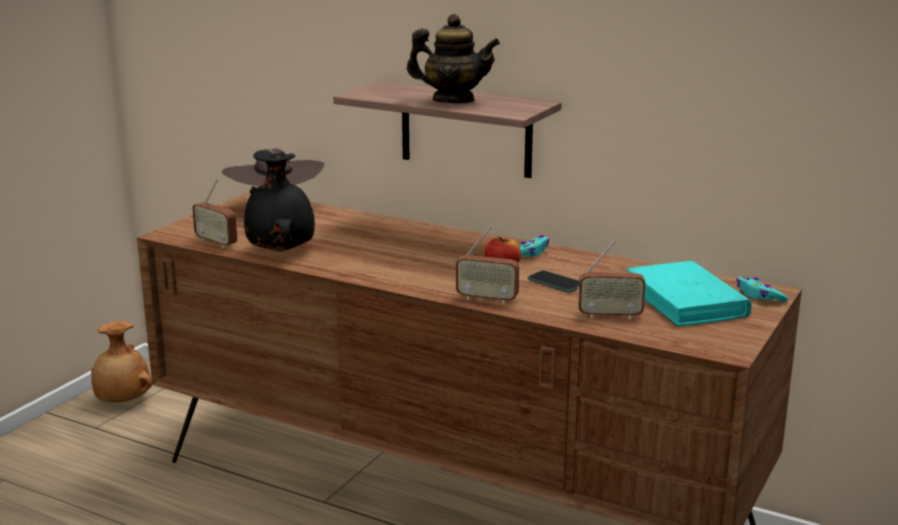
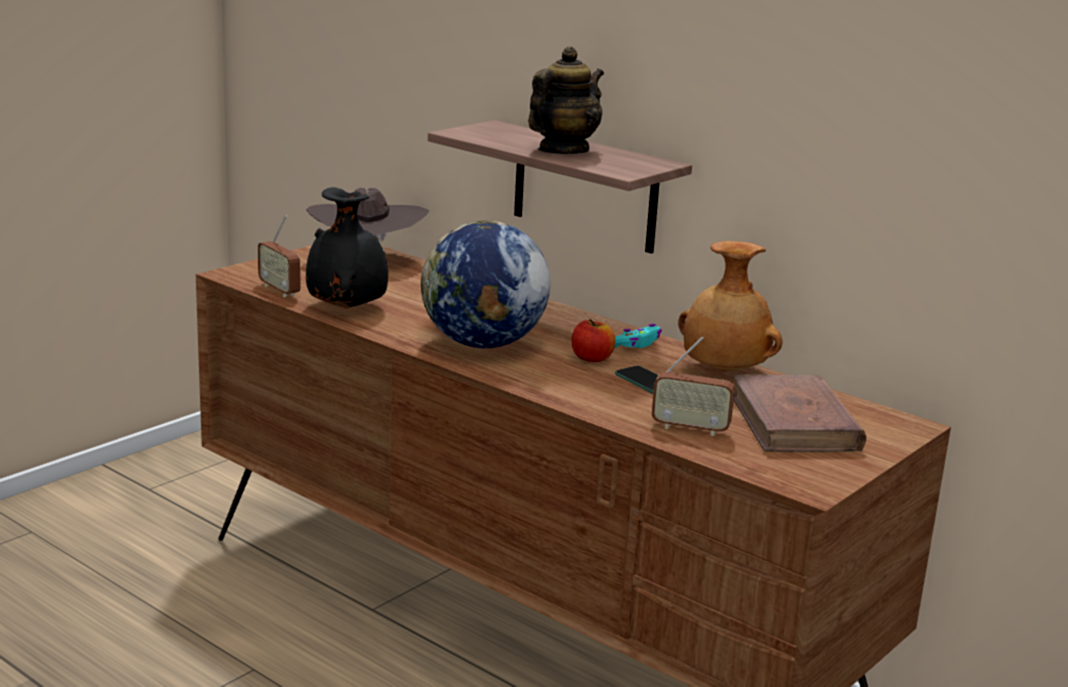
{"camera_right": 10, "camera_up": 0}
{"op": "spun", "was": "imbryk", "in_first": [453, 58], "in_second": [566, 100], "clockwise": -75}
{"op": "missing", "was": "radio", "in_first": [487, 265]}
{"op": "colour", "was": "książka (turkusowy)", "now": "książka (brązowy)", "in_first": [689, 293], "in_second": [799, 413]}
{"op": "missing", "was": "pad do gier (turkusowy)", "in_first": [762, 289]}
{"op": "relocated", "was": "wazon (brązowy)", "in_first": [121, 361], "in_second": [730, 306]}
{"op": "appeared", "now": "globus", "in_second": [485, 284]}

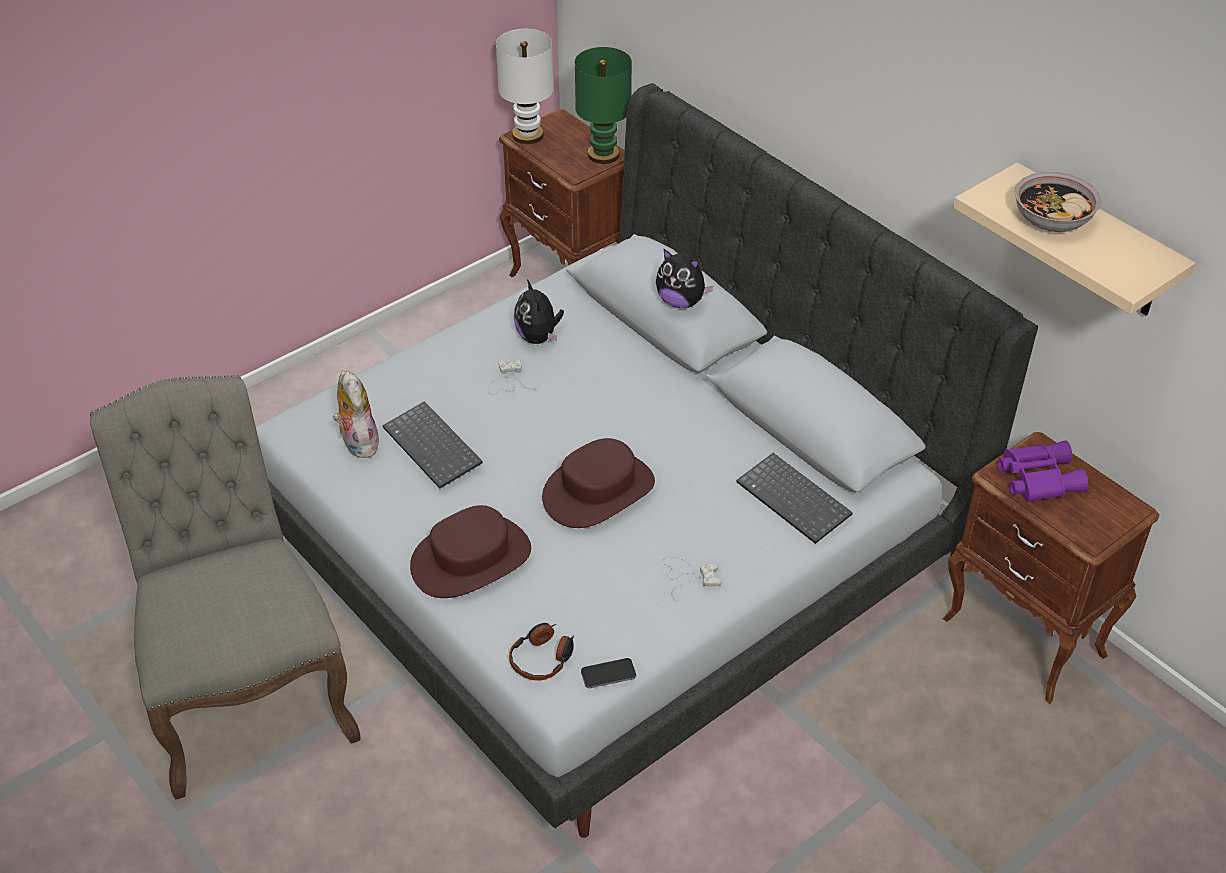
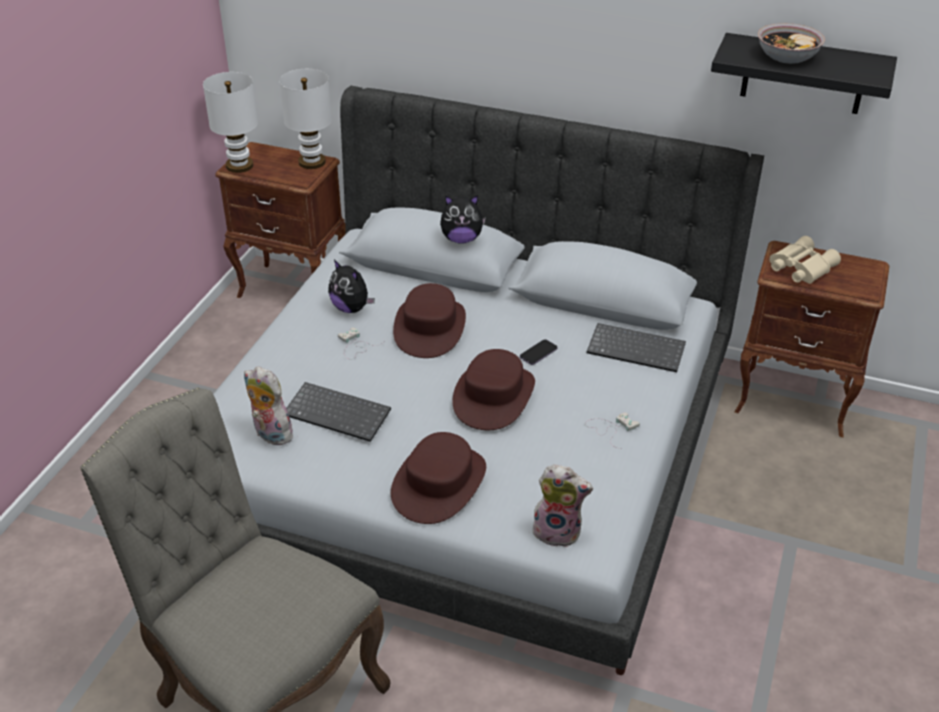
{"camera_right": -30, "camera_up": -5}
{"op": "colour", "was": "lampa stołowa (zielony)", "now": "lampa stołowa (biały)", "in_first": [603, 105], "in_second": [305, 119]}
{"op": "colour", "was": "półka (beżowy)", "now": "półka (czarny)", "in_first": [1074, 239], "in_second": [804, 73]}
{"op": "colour", "was": "lornetka (fioletowy)", "now": "lornetka (beżowy)", "in_first": [1043, 471], "in_second": [805, 260]}
{"op": "exchanged", "was": "słuchawki", "now": "pluszak", "in_first": [541, 652], "in_second": [562, 505]}
{"op": "relocated", "was": "telefon", "in_first": [608, 673], "in_second": [538, 352]}
{"op": "appeared", "now": "kapelusz (brązowy)", "in_second": [429, 320]}

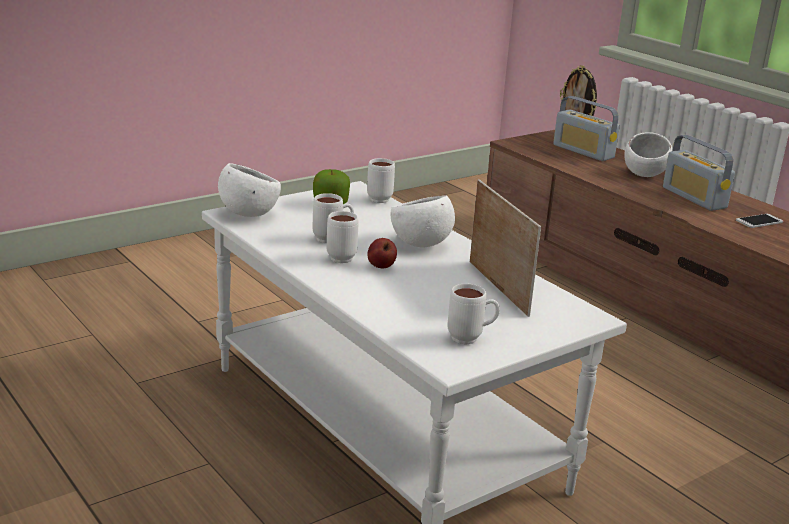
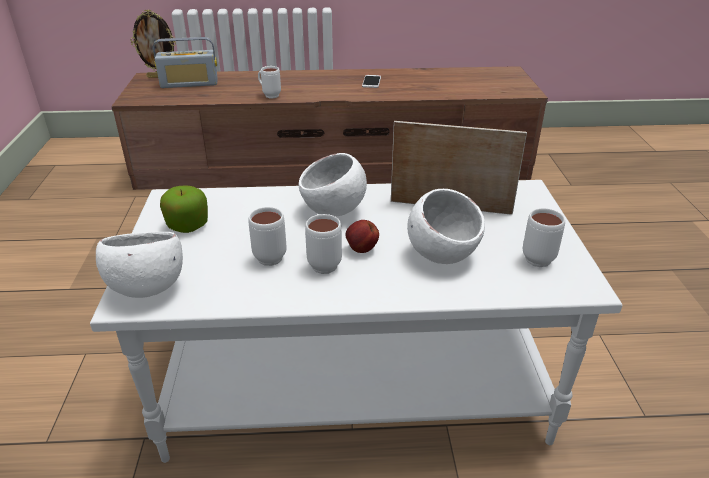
{"camera_right": -55, "camera_up": 10}
{"op": "relocated", "was": "miska (biały)", "in_first": [649, 154], "in_second": [446, 226]}
{"op": "missing", "was": "radio", "in_first": [699, 173]}
{"op": "relocated", "was": "kubek (biały)", "in_first": [381, 180], "in_second": [269, 82]}

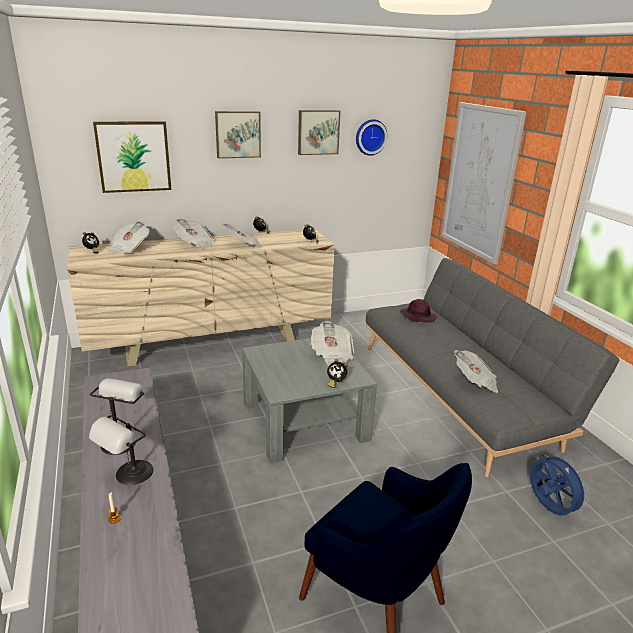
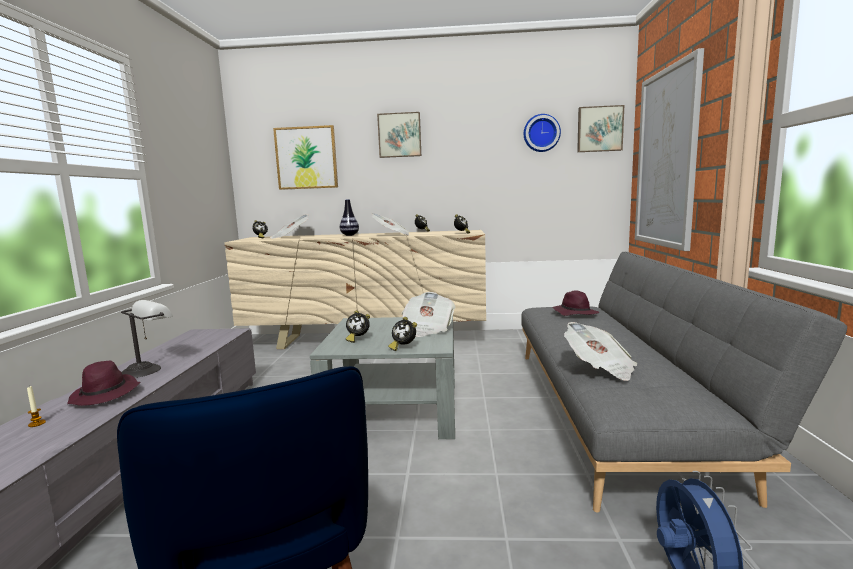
{"camera_right": 25, "camera_up": -15}
{"op": "relocated", "was": "obraz", "in_first": [319, 132], "in_second": [600, 128]}
{"op": "exchanged", "was": "gazeta", "now": "wazon", "in_first": [194, 234], "in_second": [349, 217]}
{"op": "exchanged", "was": "lampa stołowa", "now": "kapelusz (fioletowy)", "in_first": [121, 450], "in_second": [104, 383]}
{"op": "appeared", "now": "budzik", "in_second": [358, 326]}

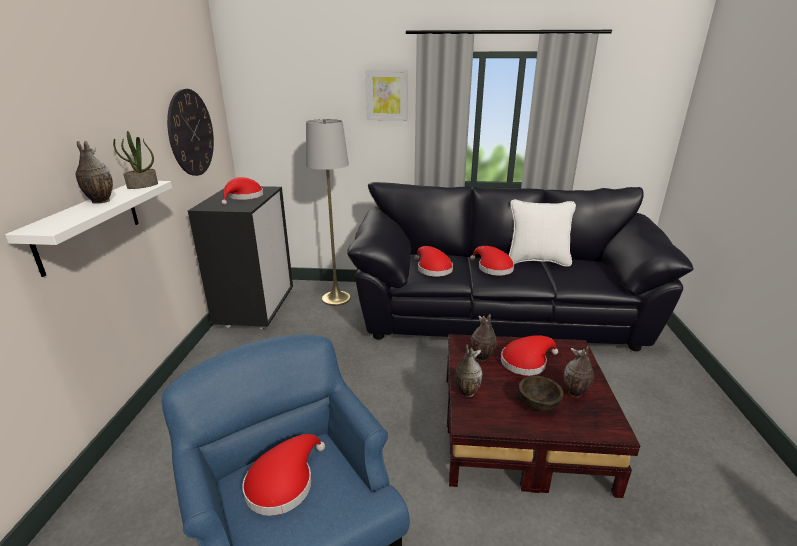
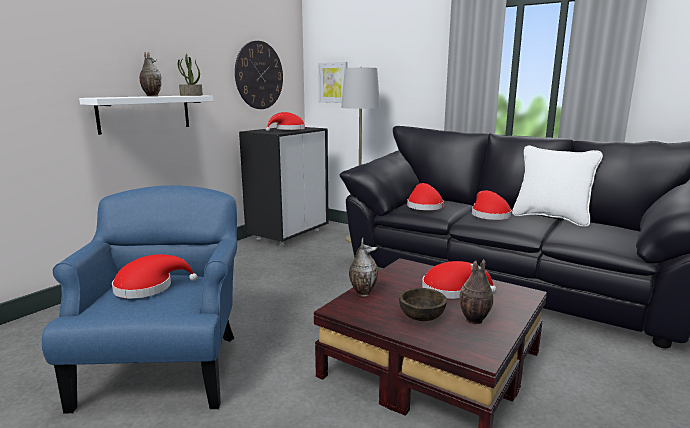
{"camera_right": 30, "camera_up": -10}
{"op": "relocated", "was": "obraz", "in_first": [386, 95], "in_second": [332, 82]}
{"op": "missing", "was": "wazon", "in_first": [484, 337]}

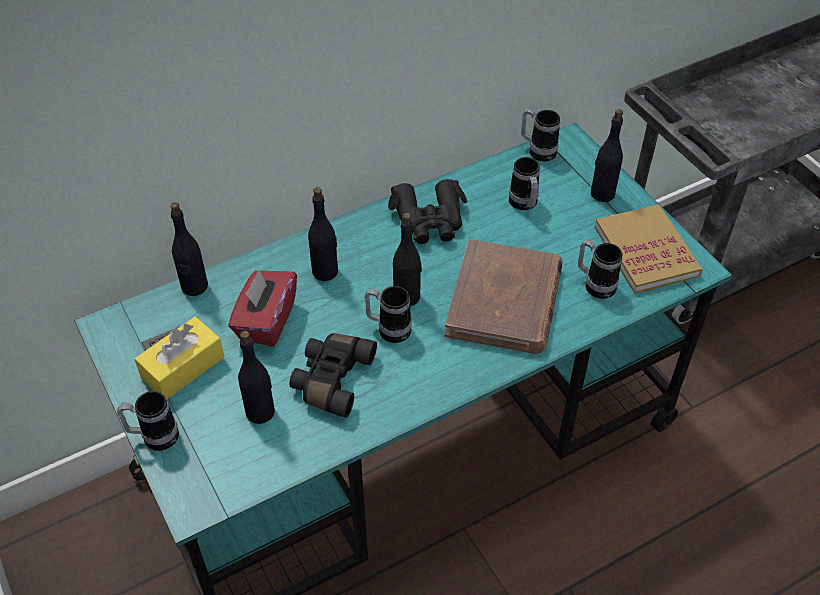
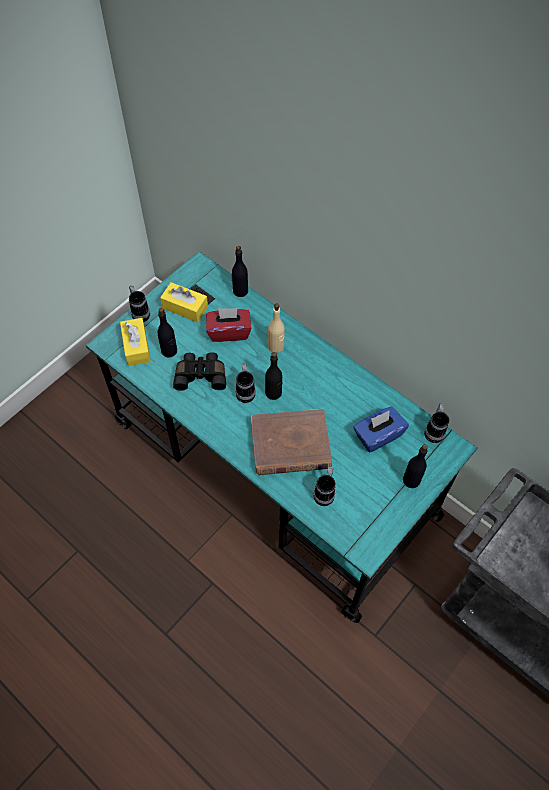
{"camera_right": 70, "camera_up": 10}
{"op": "exchanged", "was": "kubek", "now": "pudełko chusteczek (niebieski)", "in_first": [524, 183], "in_second": [381, 429]}
{"op": "missing", "was": "lornetka (czarny)", "in_first": [427, 211]}
{"op": "colour", "was": "butelka (czarny)", "now": "butelka (beżowy)", "in_first": [323, 234], "in_second": [276, 328]}
{"op": "missing", "was": "książka", "in_first": [648, 249]}
{"op": "appeared", "now": "pudełko chusteczek (żółty)", "in_second": [135, 342]}

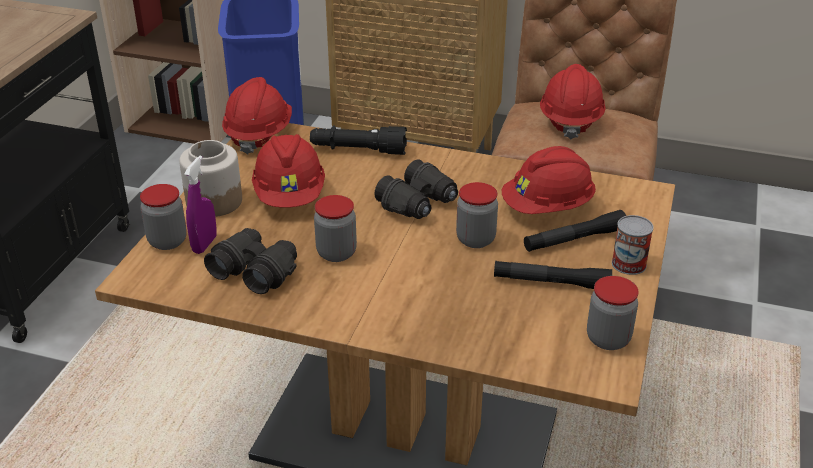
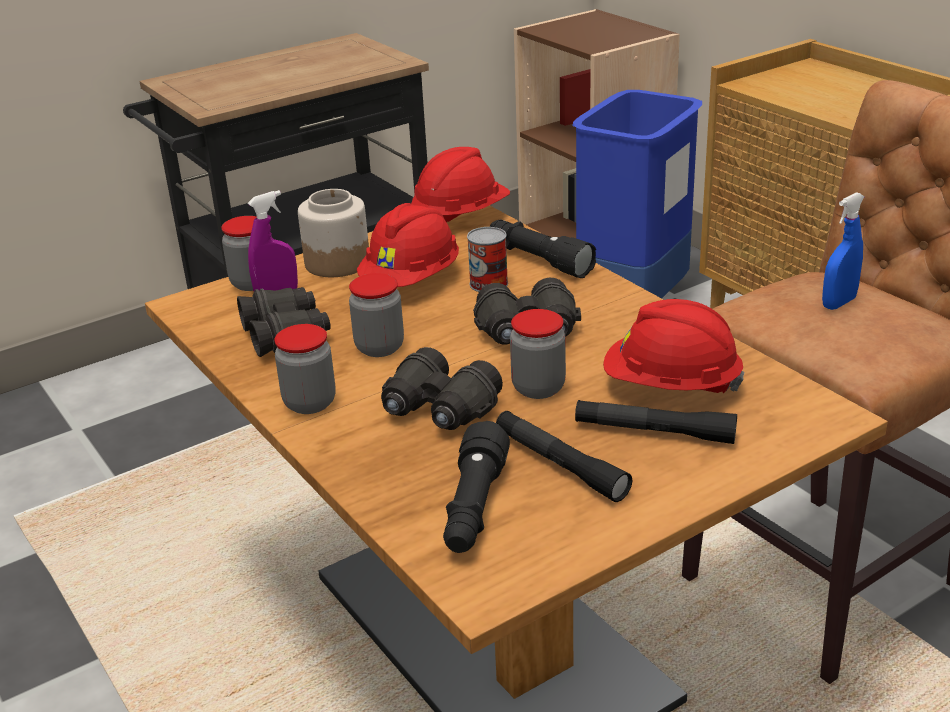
{"camera_right": 40, "camera_up": -5}
{"op": "exchanged", "was": "kask (czerwony)", "now": "spryskiwacz (niebieski)", "in_first": [573, 102], "in_second": [843, 251]}
{"op": "relocated", "was": "puszka", "in_first": [633, 245], "in_second": [487, 259]}
{"op": "relocated", "was": "słoik", "in_first": [613, 313], "in_second": [305, 369]}
{"op": "appeared", "now": "lornetka (czarny)", "in_second": [442, 388]}
{"op": "appeared", "now": "latarka (czarny)", "in_second": [476, 487]}

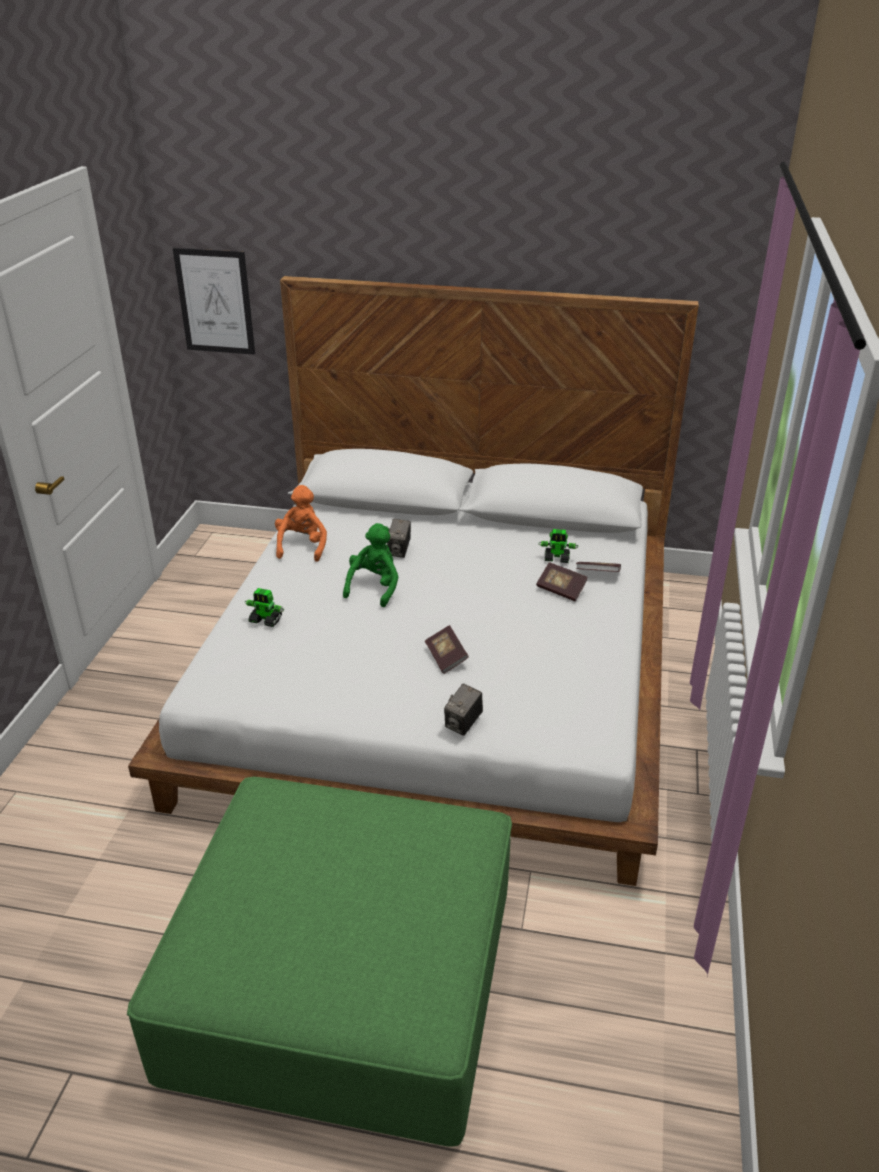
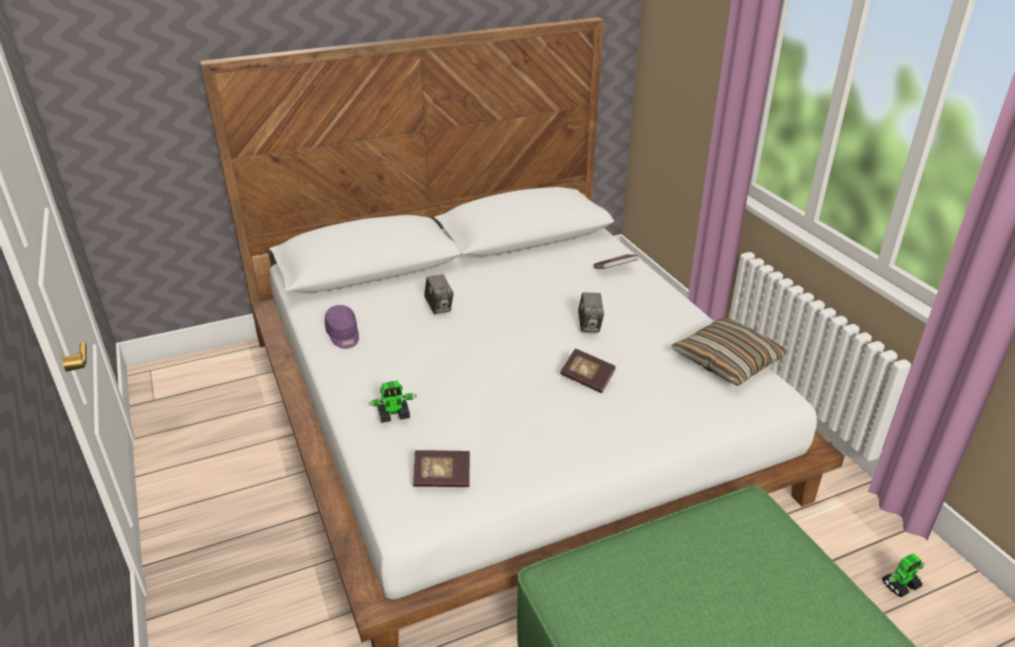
{"camera_right": -35, "camera_up": 0}
{"op": "missing", "was": "obraz", "in_first": [214, 301]}
{"op": "exchanged", "was": "pluszak (pomarańczowy)", "now": "czapka z daszkiem (fioletowy)", "in_first": [301, 523], "in_second": [342, 327]}
{"op": "missing", "was": "pluszak (zielony)", "in_first": [371, 565]}
{"op": "relocated", "was": "robot zabawkowy", "in_first": [558, 546], "in_second": [903, 575]}
{"op": "relocated", "was": "książka", "in_first": [561, 581], "in_second": [441, 468]}
{"op": "relocated", "was": "aparat fotograficzny", "in_first": [463, 709], "in_second": [591, 312]}
{"op": "appeared", "now": "poduszka", "in_second": [730, 351]}

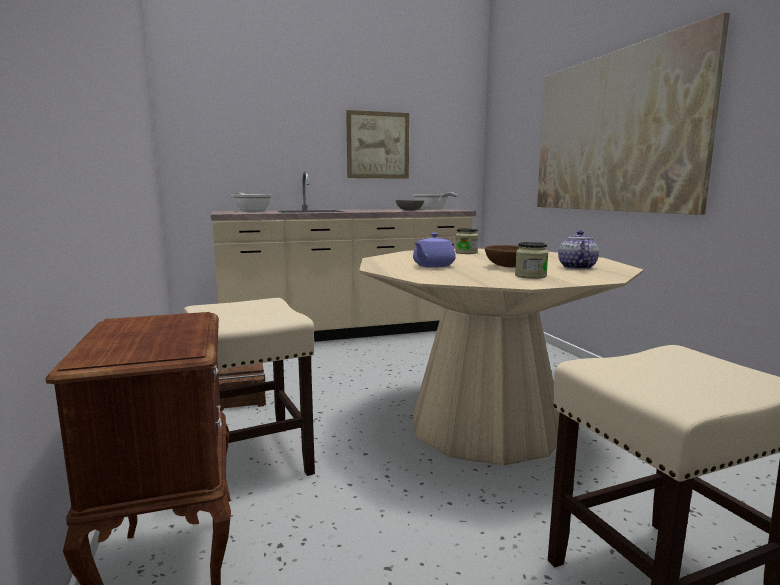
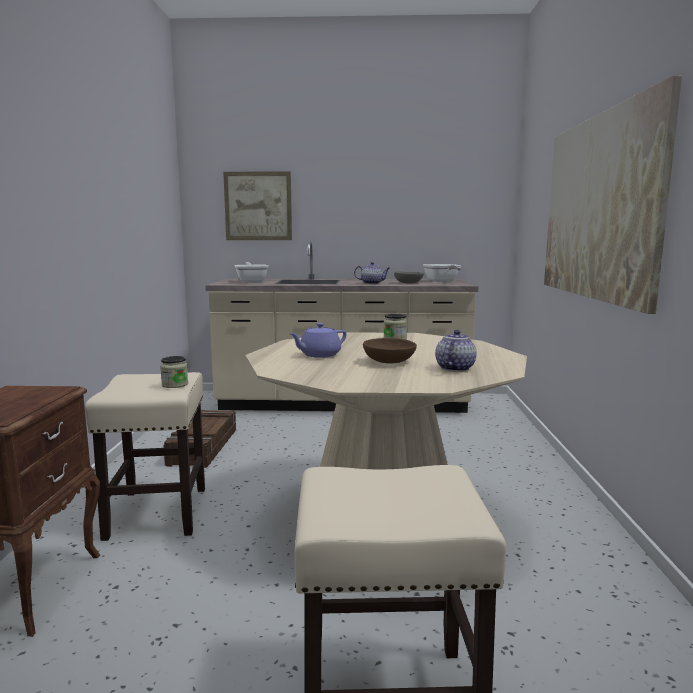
{"camera_right": 20, "camera_up": 0}
{"op": "relocated", "was": "obraz", "in_first": [377, 144], "in_second": [257, 205]}
{"op": "relocated", "was": "słoik", "in_first": [531, 260], "in_second": [174, 372]}
{"op": "appeared", "now": "imbryk", "in_second": [372, 273]}

